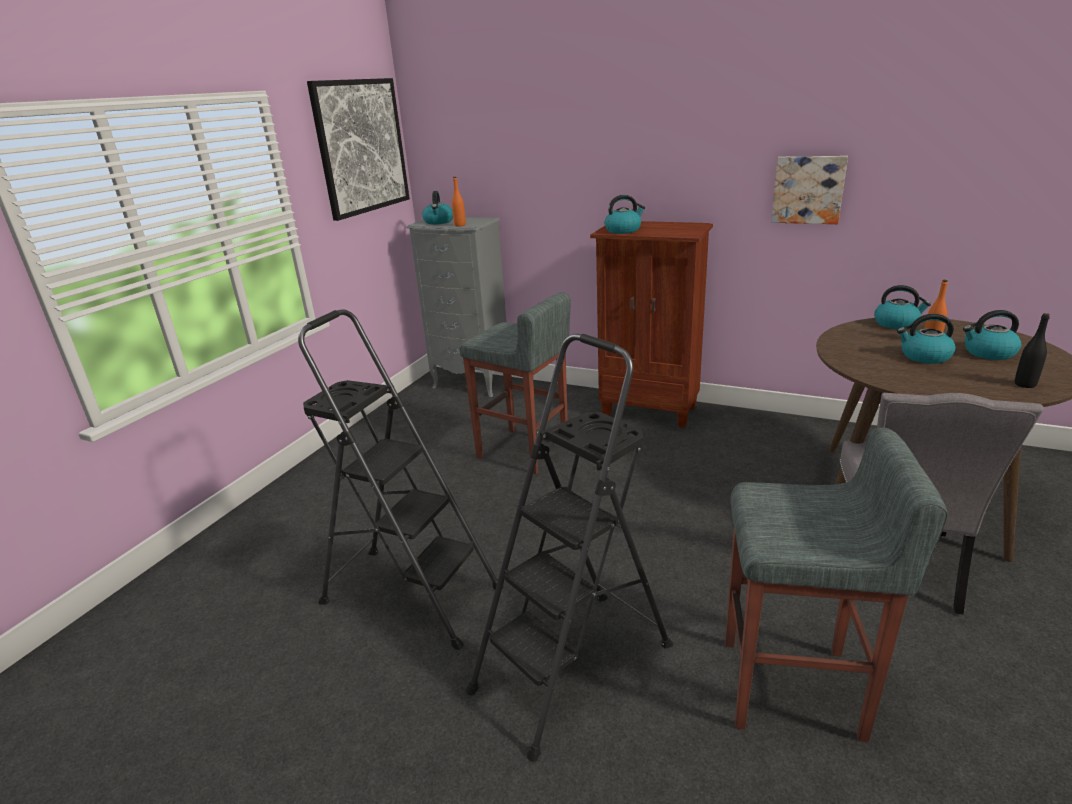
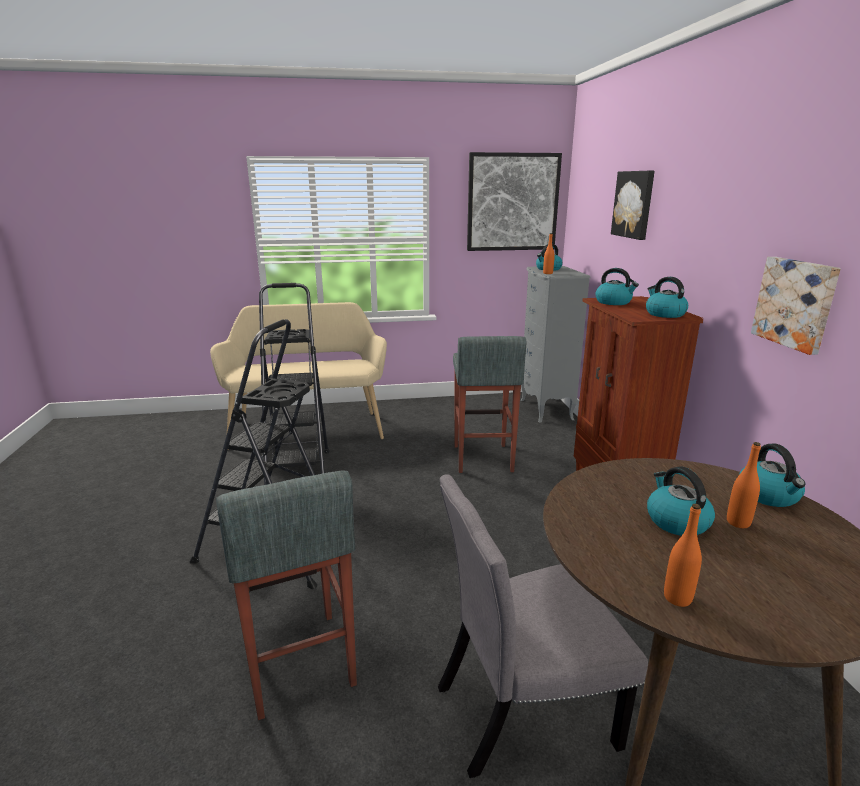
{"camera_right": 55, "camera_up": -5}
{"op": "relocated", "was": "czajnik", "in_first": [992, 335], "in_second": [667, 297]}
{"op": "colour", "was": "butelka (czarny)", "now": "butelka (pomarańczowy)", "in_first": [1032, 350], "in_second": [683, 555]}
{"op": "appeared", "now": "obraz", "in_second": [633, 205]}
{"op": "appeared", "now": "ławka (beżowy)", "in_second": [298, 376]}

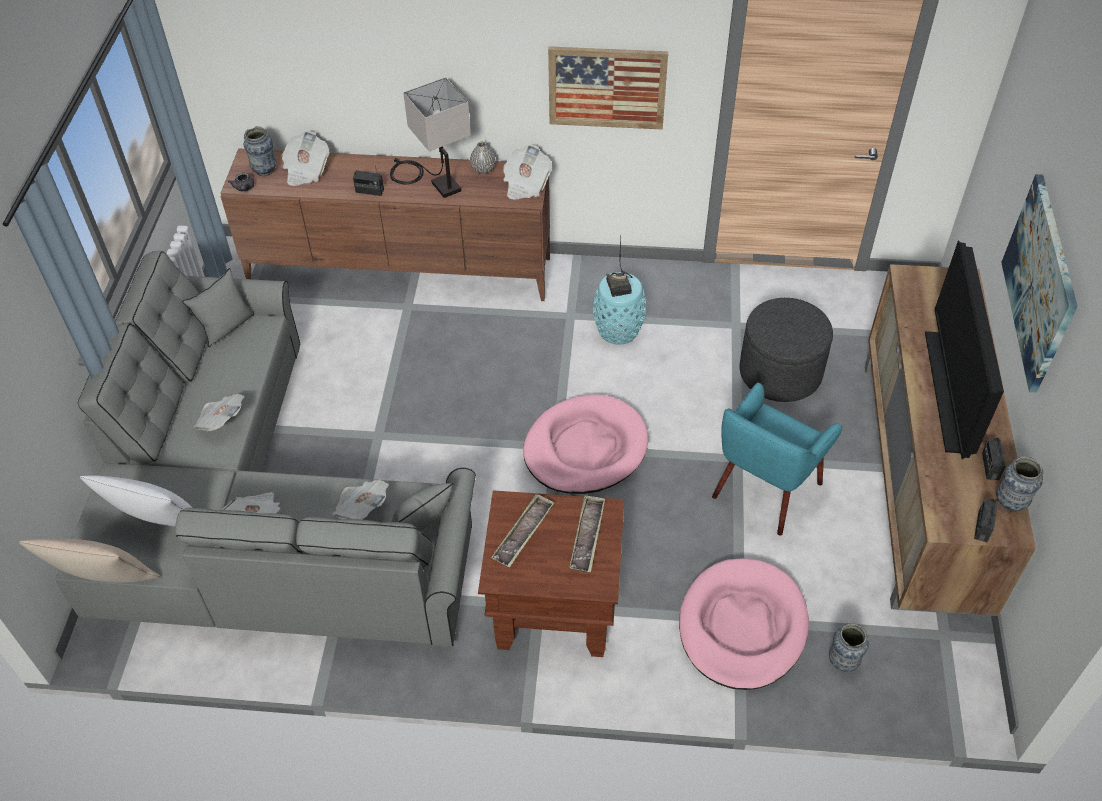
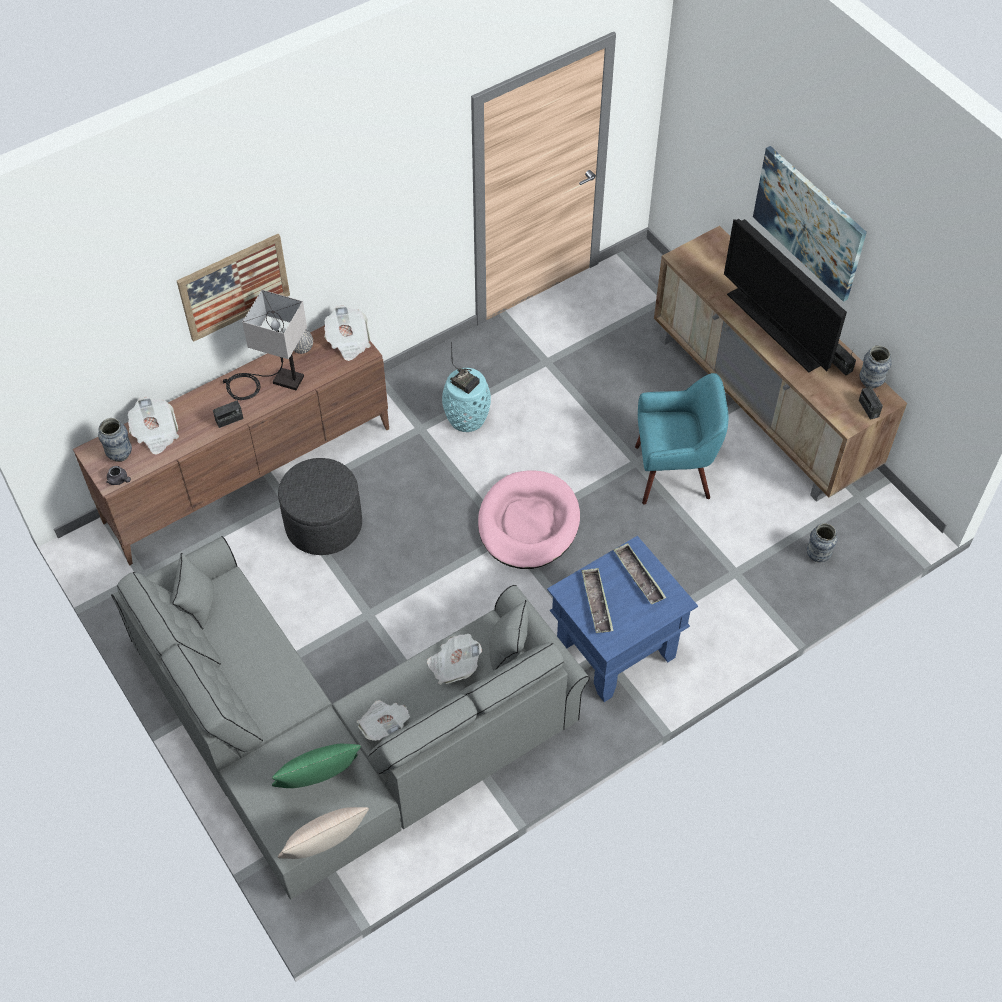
{"camera_right": -40, "camera_up": 5}
{"op": "relocated", "was": "obraz", "in_first": [608, 88], "in_second": [233, 288]}
{"op": "relocated", "was": "pufa (szary)", "in_first": [786, 350], "in_second": [320, 506]}
{"op": "spun", "was": "fotel (turkusowy)", "in_first": [777, 458], "in_second": [681, 439], "clockwise": -90}
{"op": "missing", "was": "gazeta", "in_first": [218, 412]}
{"op": "colour", "was": "poduszka (biały)", "now": "poduszka (zielony)", "in_first": [136, 500], "in_second": [316, 766]}
{"op": "colour", "was": "stolik (brązowy)", "now": "stolik (niebieski)", "in_first": [551, 573], "in_second": [622, 619]}
{"op": "missing", "was": "legowisko (różowy)", "in_first": [744, 624]}

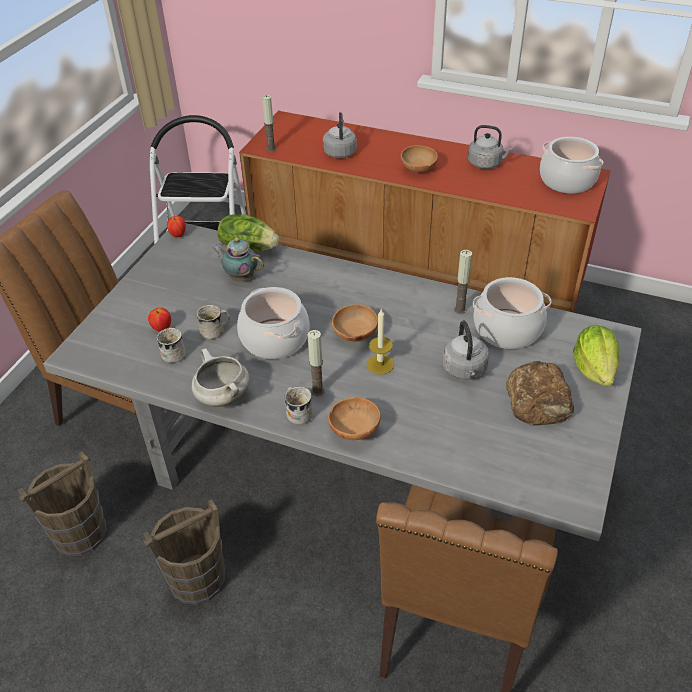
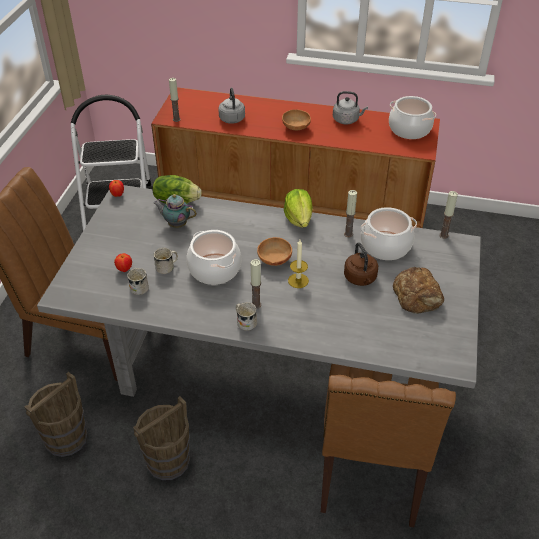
{"camera_right": -10, "camera_up": 0}
{"op": "colour", "was": "czajnik (szary)", "now": "czajnik (brązowy)", "in_first": [465, 350], "in_second": [361, 264]}
{"op": "relocated", "was": "sałata", "in_first": [596, 355], "in_second": [298, 208]}
{"op": "missing", "was": "garnek (biały)", "in_first": [220, 377]}
{"op": "missing", "was": "miska (brązowy)", "in_first": [354, 418]}
{"op": "appeared", "now": "świeca", "in_second": [448, 215]}

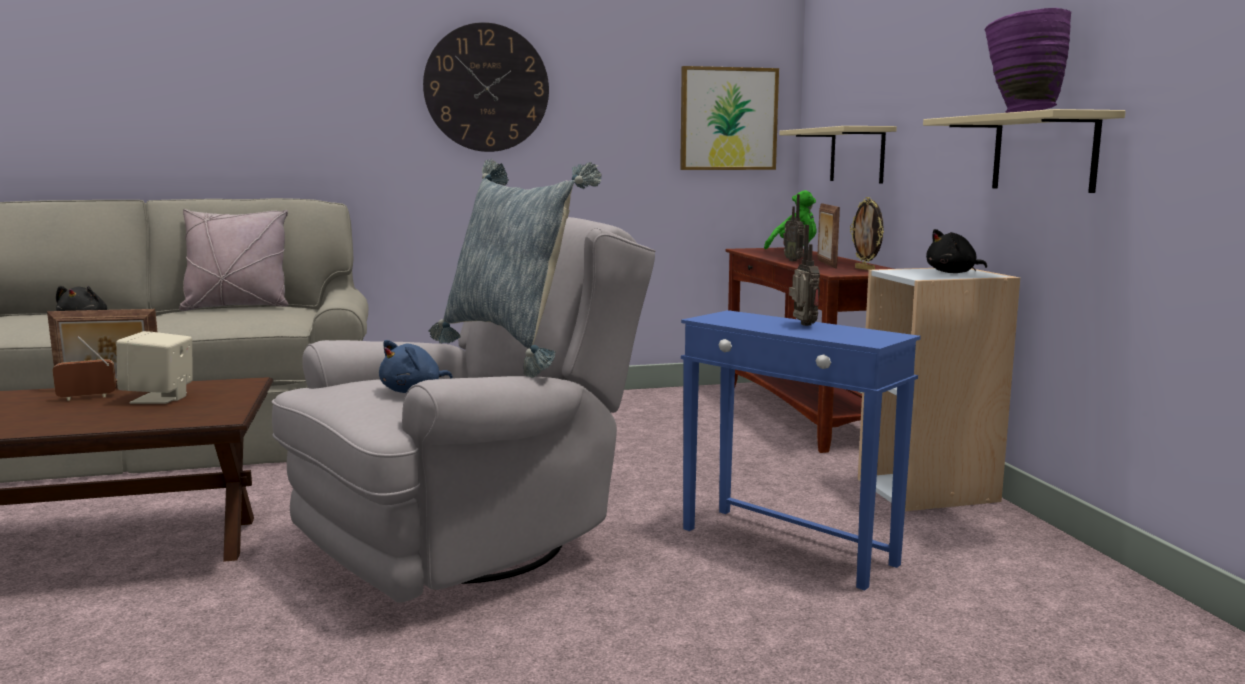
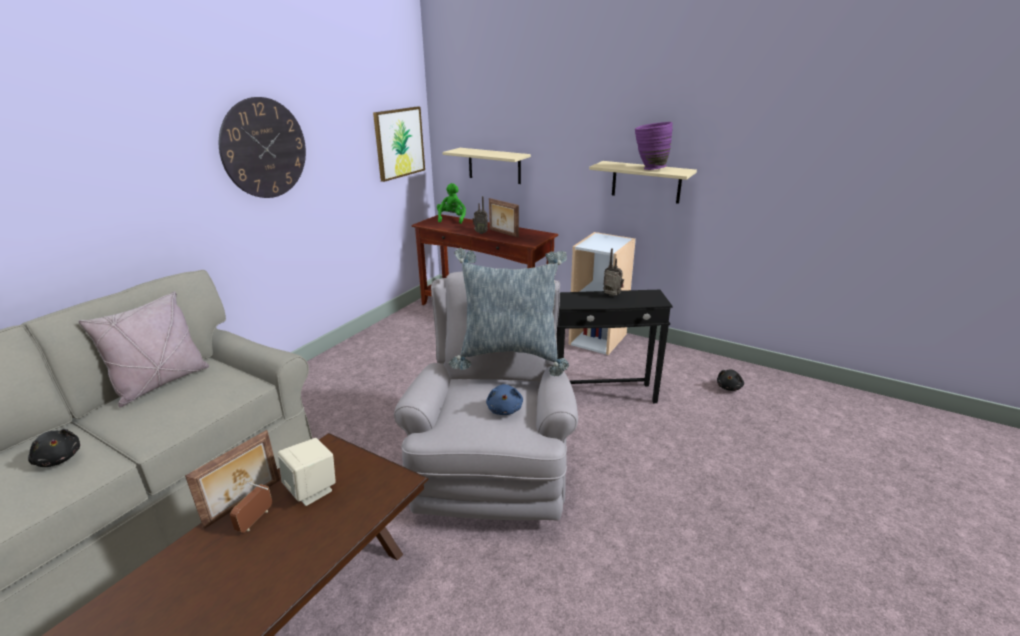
{"camera_right": -45, "camera_up": 15}
{"op": "missing", "was": "ramka na zdjęcie", "in_first": [867, 233]}
{"op": "relocated", "was": "pluszak (czarny)", "in_first": [956, 251], "in_second": [730, 380]}
{"op": "colour", "was": "stolik (niebieski)", "now": "stolik (czarny)", "in_first": [801, 450], "in_second": [615, 346]}

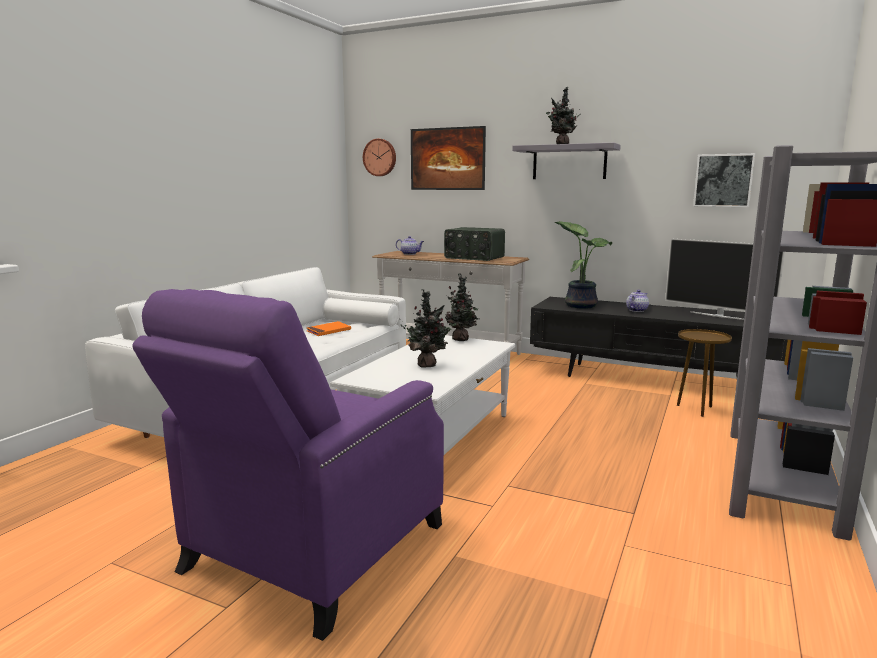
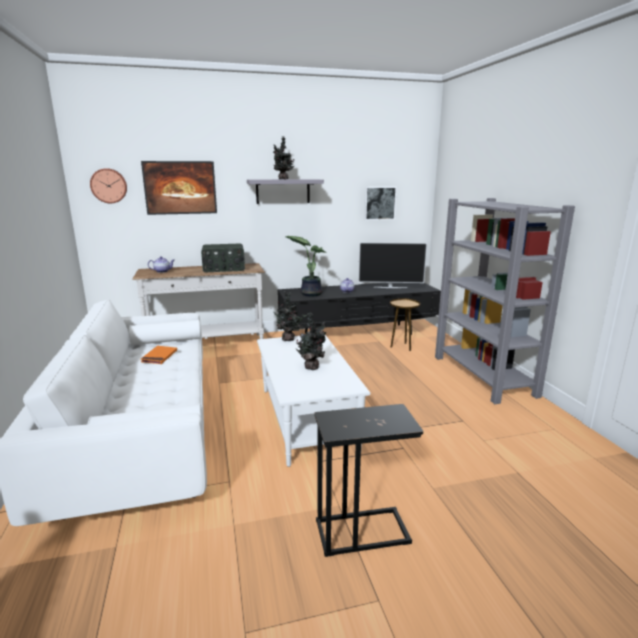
{"camera_right": -40, "camera_up": 5}
{"op": "exchanged", "was": "fotel (fioletowy)", "now": "stolik (czarny)", "in_first": [288, 465], "in_second": [368, 480]}

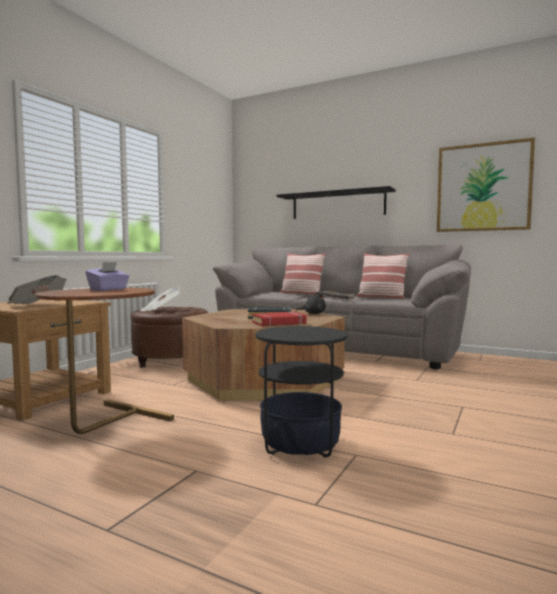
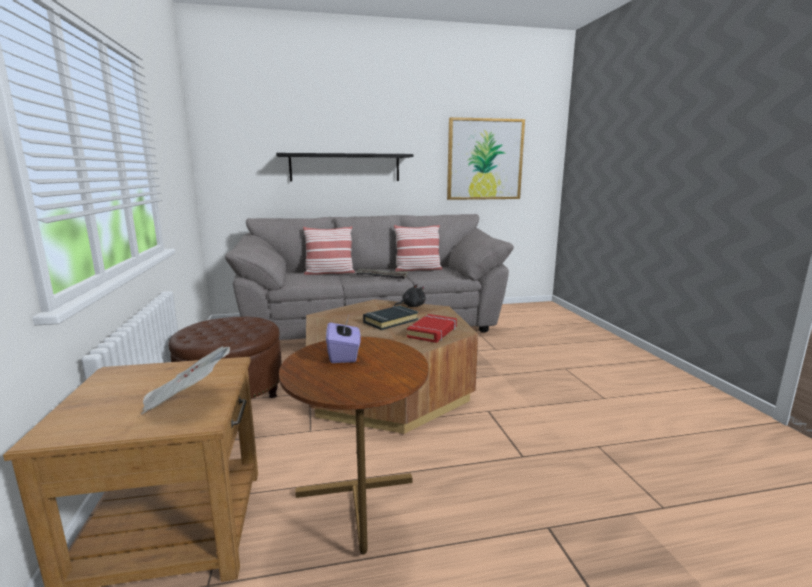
{"camera_right": -40, "camera_up": 10}
{"op": "missing", "was": "gazeta", "in_first": [160, 299]}
{"op": "missing", "was": "stolik (czarny)", "in_first": [301, 392]}

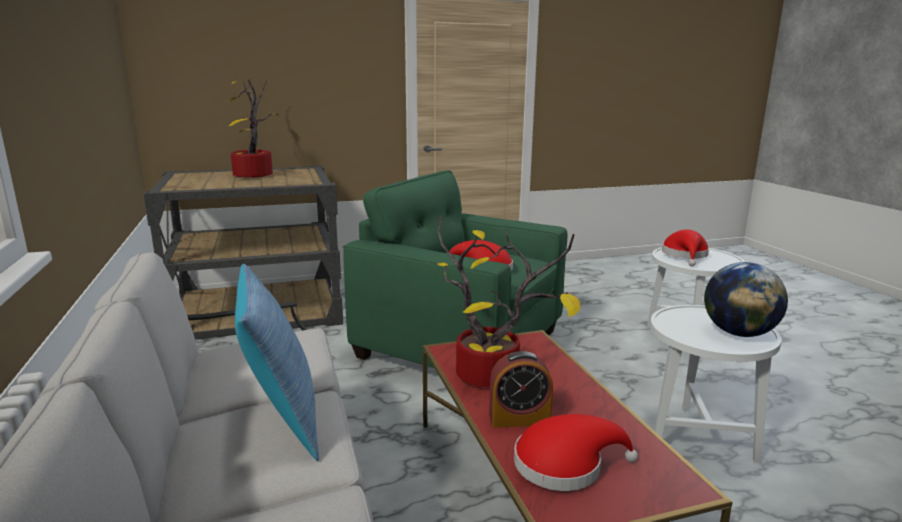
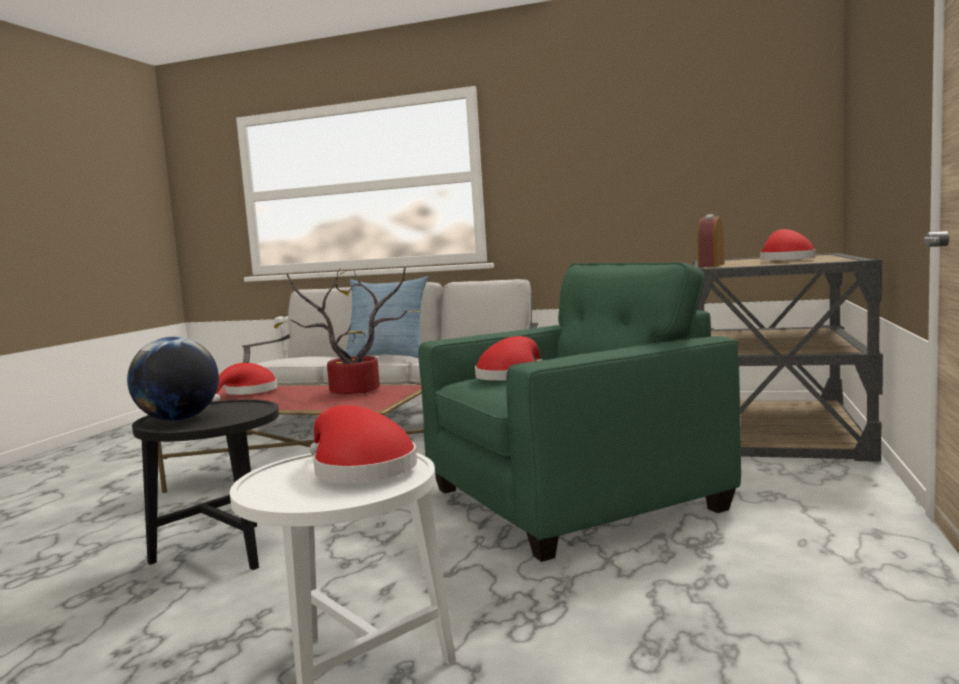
{"camera_right": 125, "camera_up": -10}
{"op": "exchanged", "was": "roślina doniczkowa", "now": "kapelusz (czerwony)", "in_first": [254, 128], "in_second": [788, 244]}
{"op": "colour", "was": "stolik (biały)", "now": "stolik (czarny)", "in_first": [716, 384], "in_second": [205, 484]}
{"op": "relocated", "was": "budzik", "in_first": [521, 389], "in_second": [710, 240]}

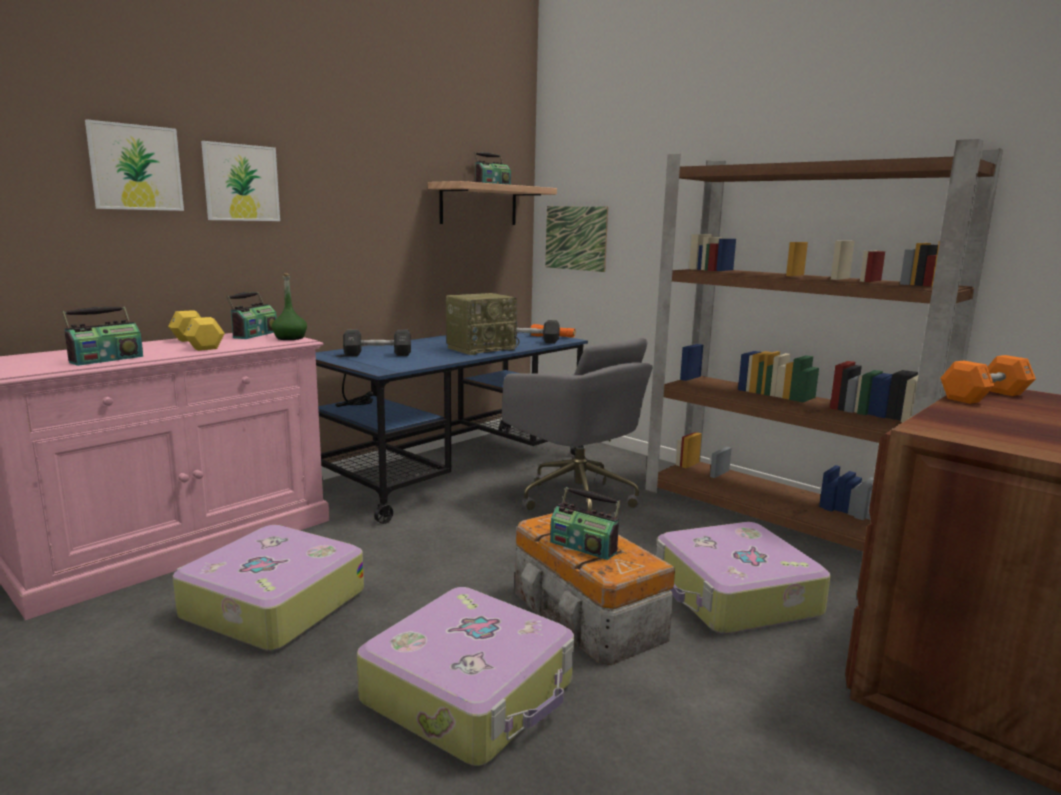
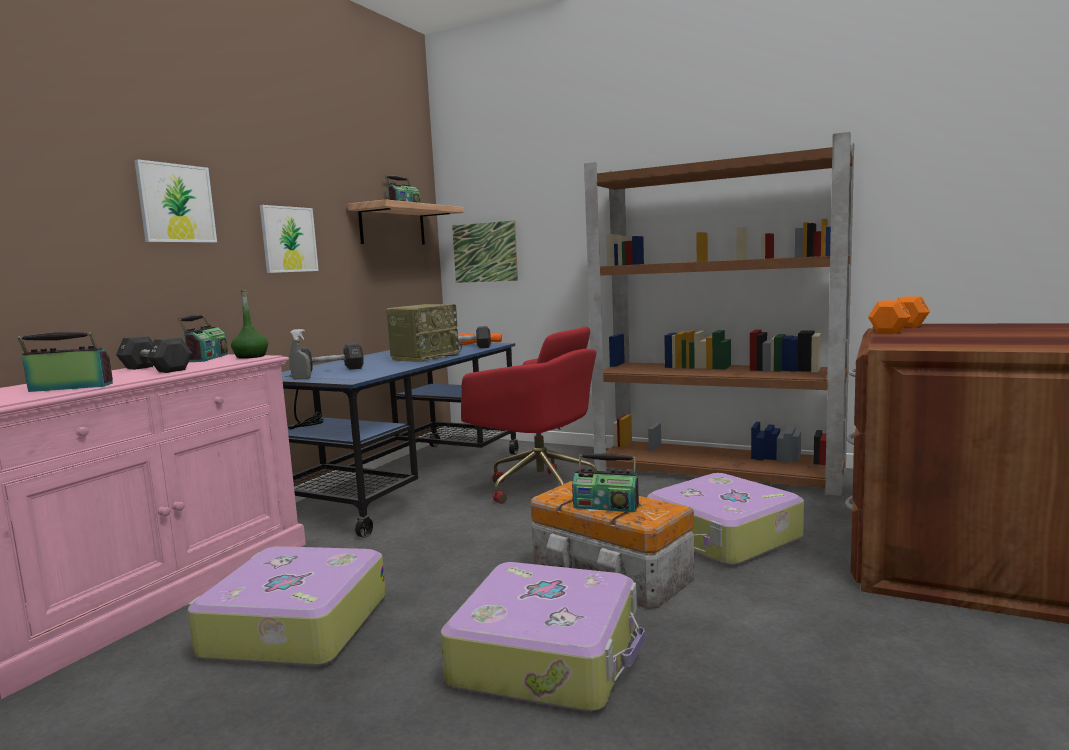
{"camera_right": -15, "camera_up": -5}
{"op": "relocated", "was": "obraz", "in_first": [134, 165], "in_second": [289, 239]}
{"op": "spun", "was": "radio", "in_first": [102, 336], "in_second": [65, 362], "clockwise": -120}
{"op": "colour", "was": "hantel (żółty)", "now": "hantel (czarny)", "in_first": [196, 330], "in_second": [154, 354]}
{"op": "colour", "was": "krzesło biurowe (szary)", "now": "krzesło biurowe (czerwony)", "in_first": [577, 424], "in_second": [529, 415]}
{"op": "appeared", "now": "spryskiwacz (szary)", "in_second": [300, 354]}

